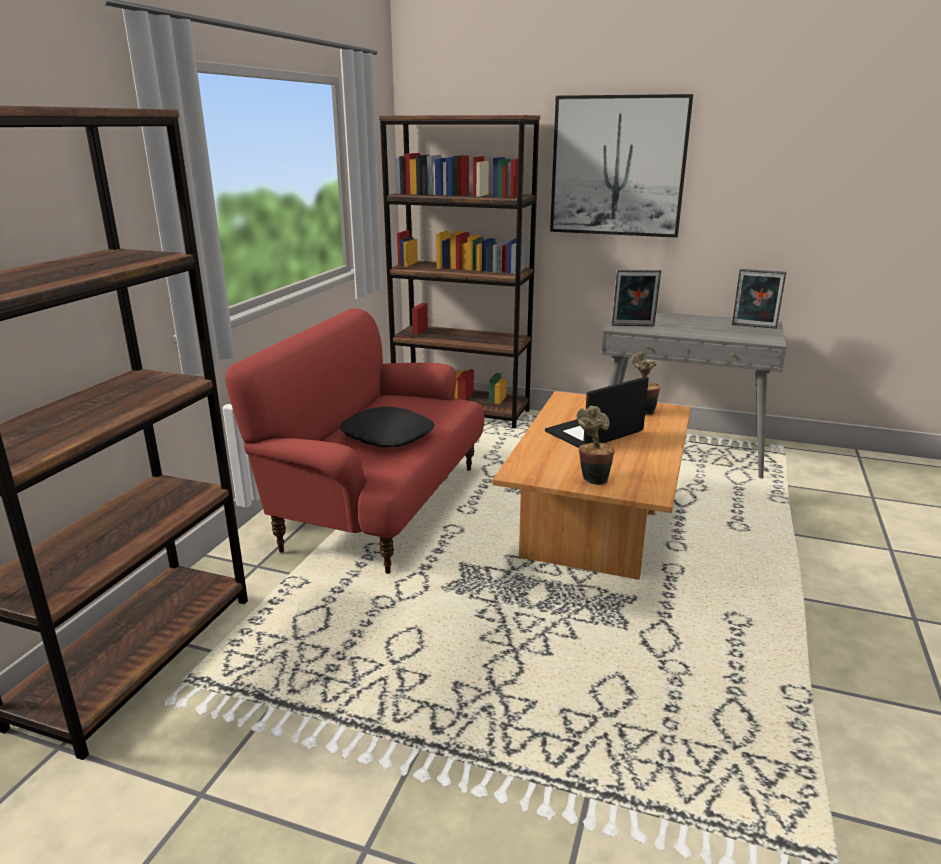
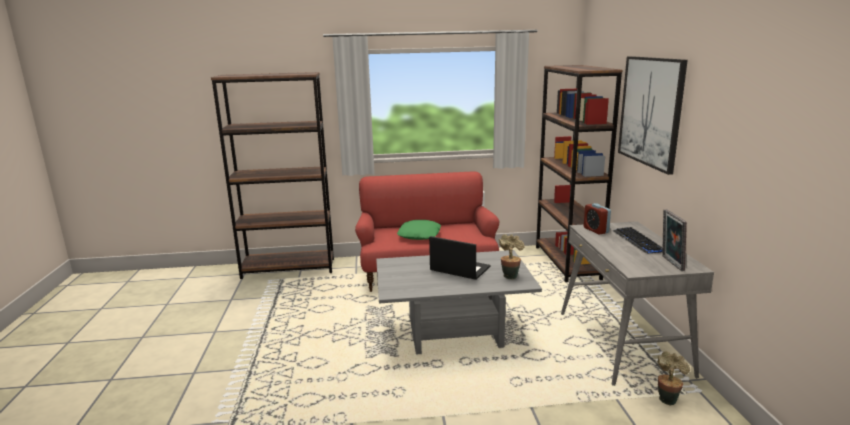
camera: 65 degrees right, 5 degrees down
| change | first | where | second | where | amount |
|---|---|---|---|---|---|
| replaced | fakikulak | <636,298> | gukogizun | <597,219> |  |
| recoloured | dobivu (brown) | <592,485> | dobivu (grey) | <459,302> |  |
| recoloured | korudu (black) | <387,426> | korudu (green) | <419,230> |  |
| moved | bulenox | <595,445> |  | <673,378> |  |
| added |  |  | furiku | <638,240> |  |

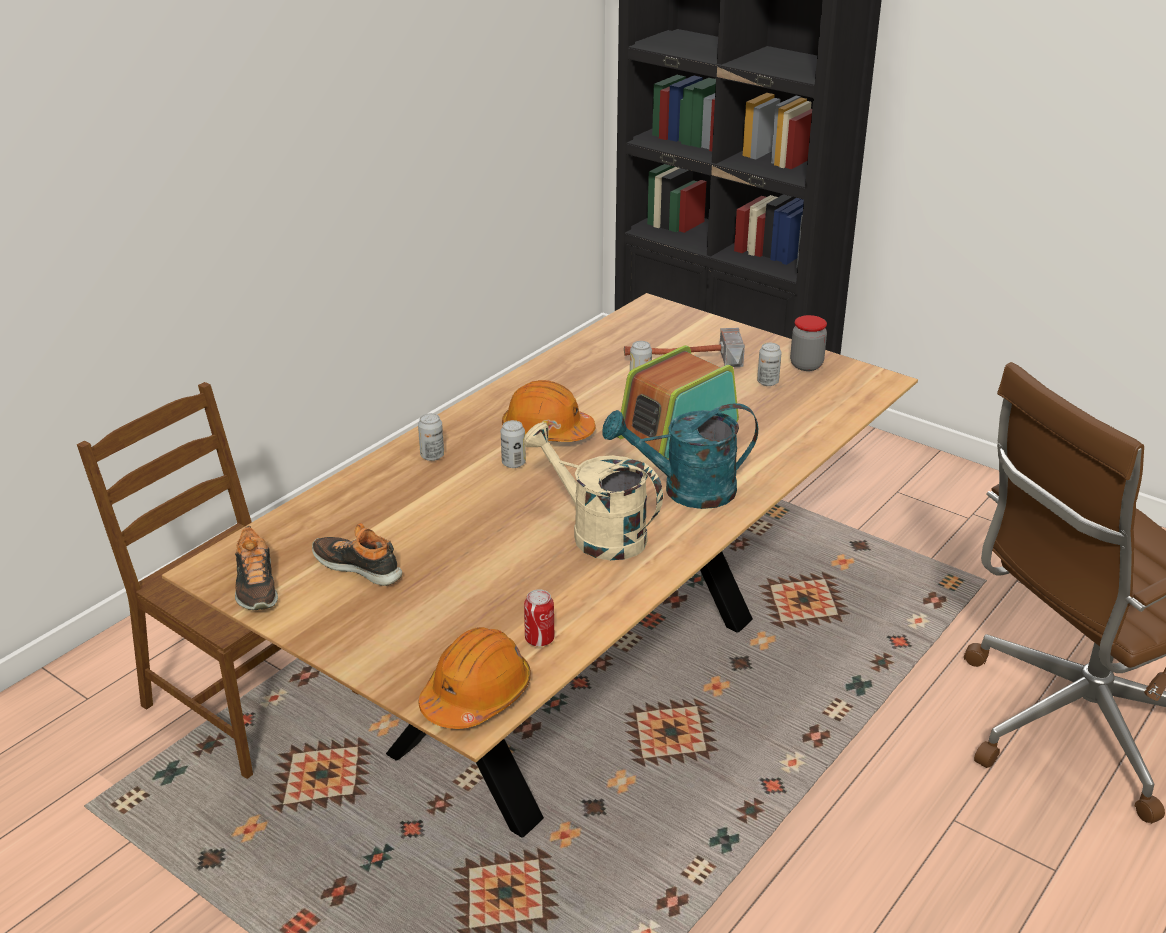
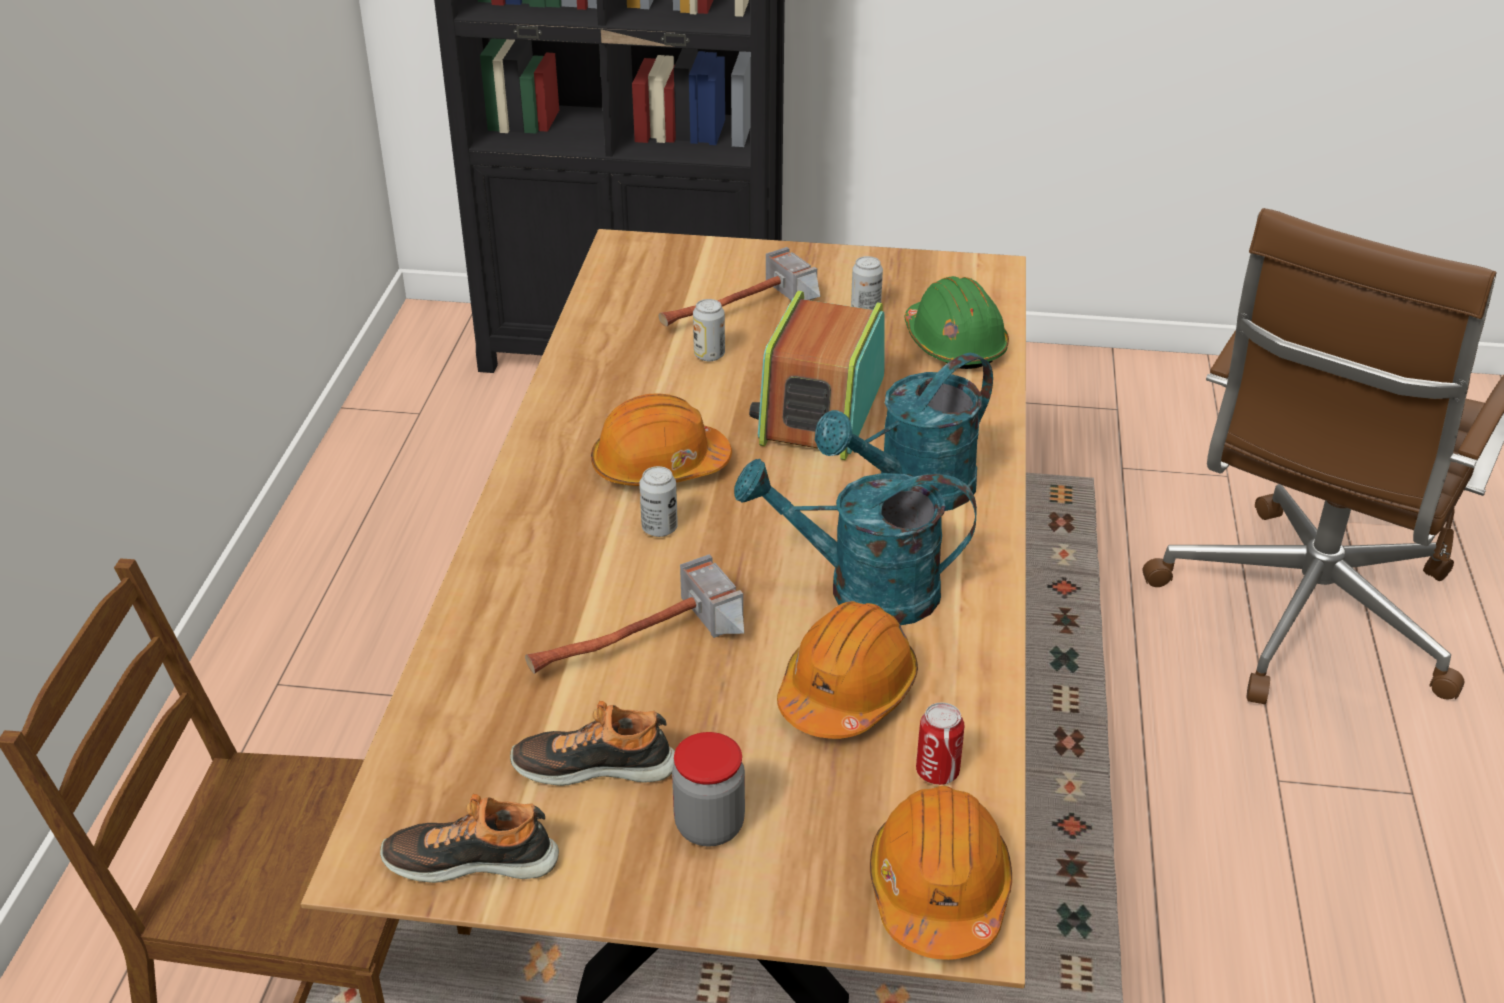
camera: 30 degrees left, 5 degrees up
| change | first | where | second | where | amount |
|---|---|---|---|---|---|
| moved | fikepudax | <808,343> |  | <708,789> |  |
| removed | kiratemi | <431,437> |  |  |  |
| recoloured | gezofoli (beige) | <593,491> | gezofoli (turquoise) | <855,542> |  |
| turned | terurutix | <256,568> |  | <469,838> | 135 degrees clockwise |
| added |  |  | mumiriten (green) | <956,322> |  |
| added |  |  | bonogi | <634,614> |  |
| added |  |  | mumiriten (orange) | <847,670> |  |

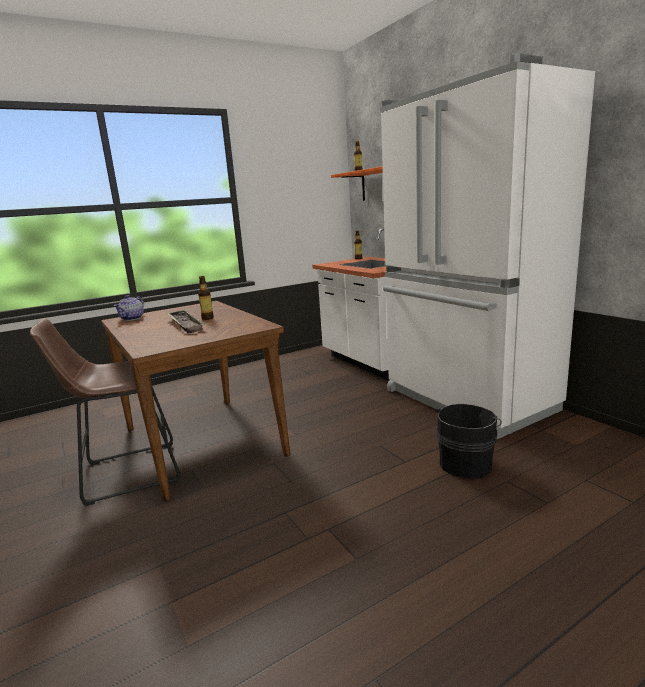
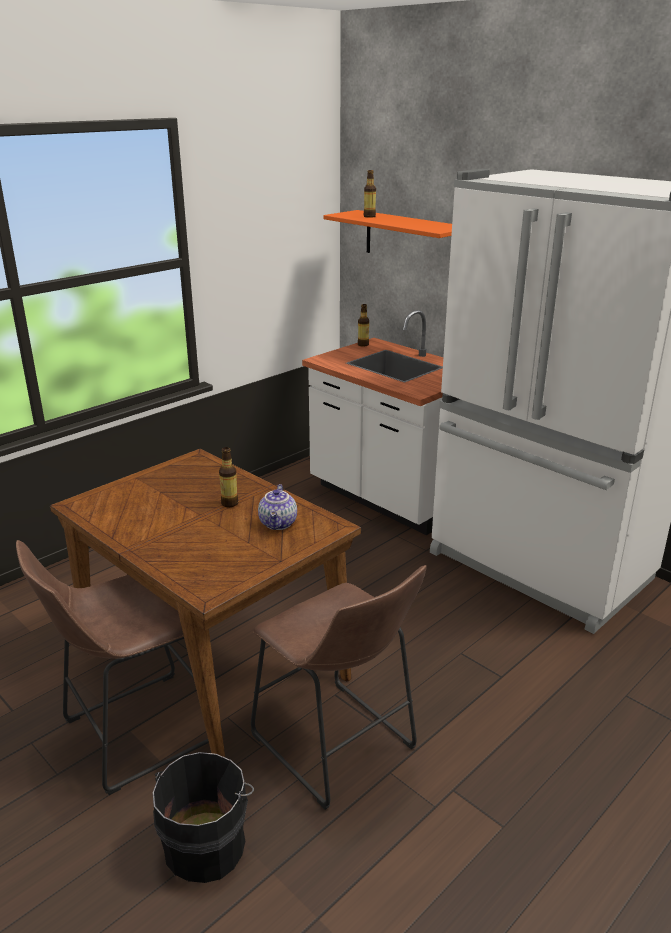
camera: 15 degrees left, 10 degrees up
| change | first | where | second | where | amount |
|---|---|---|---|---|---|
| moved | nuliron | <129,308> |  | <277,507> |  |
| removed | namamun | <185,322> |  |  |  |
| moved | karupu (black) | <469,441> |  | <203,817> |  |
| added |  |  | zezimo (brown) | <339,687> |  |

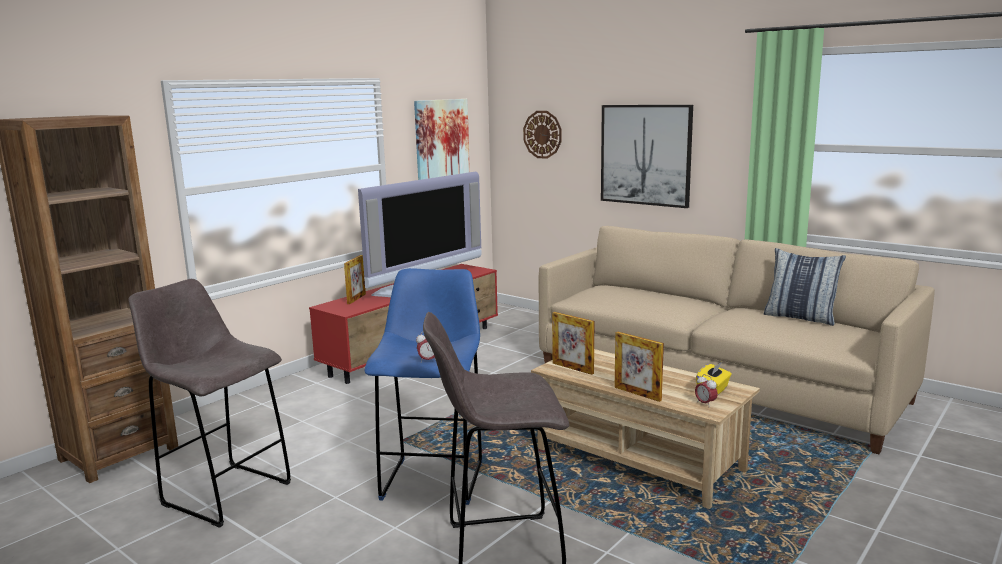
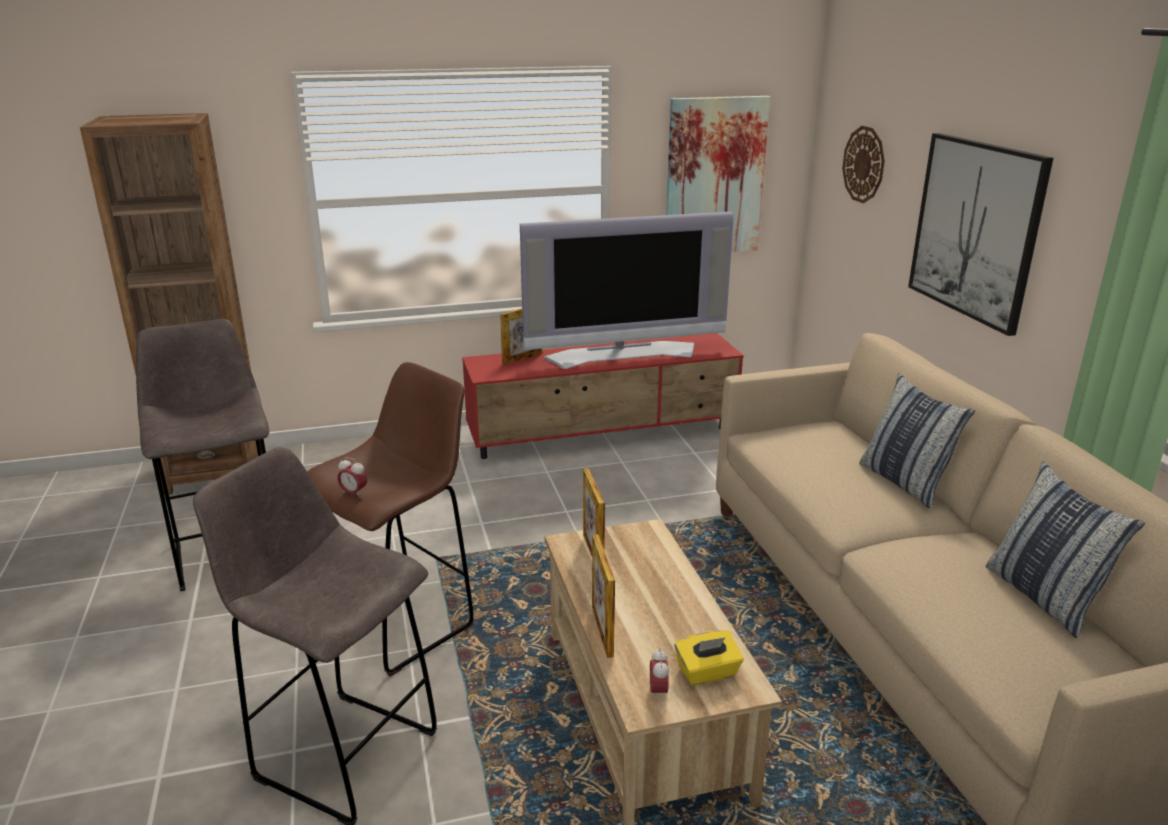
camera: 35 degrees right, 10 degrees up
| change | first | where | second | where | amount |
|---|---|---|---|---|---|
| recoloured | zezimo (blue) | <423,386> | zezimo (brown) | <390,519> |  |
| added |  |  | korudu | <917,440> |  |

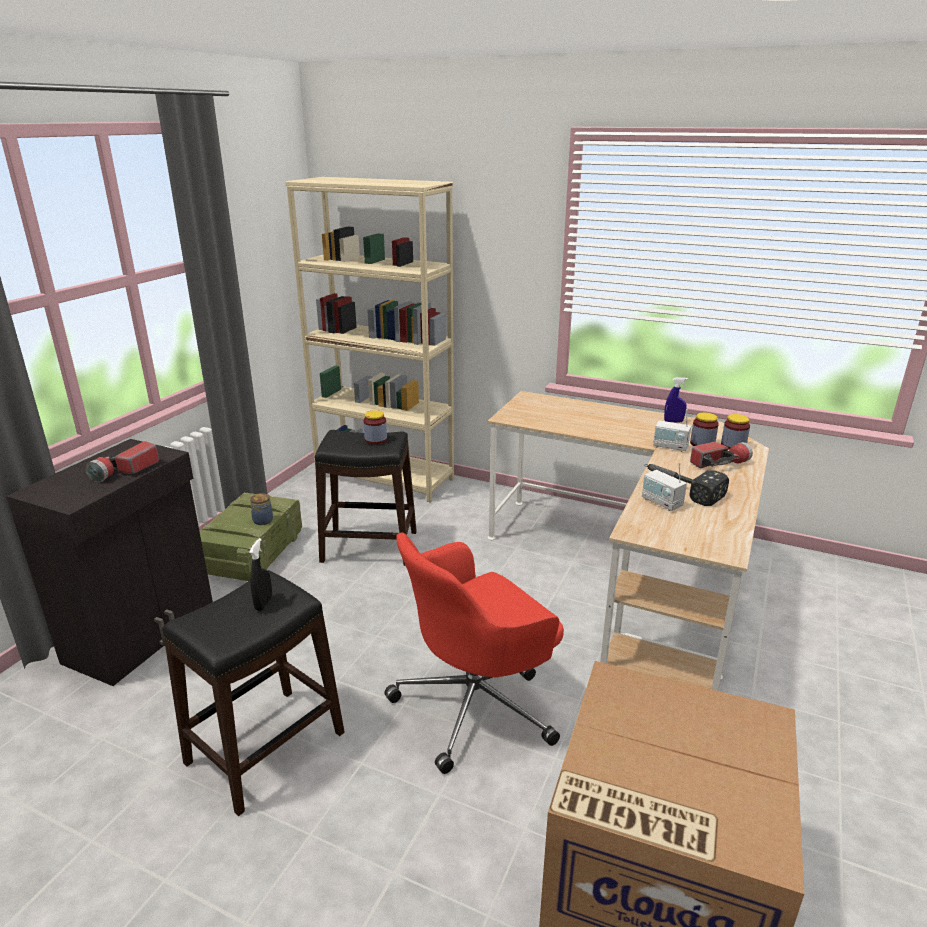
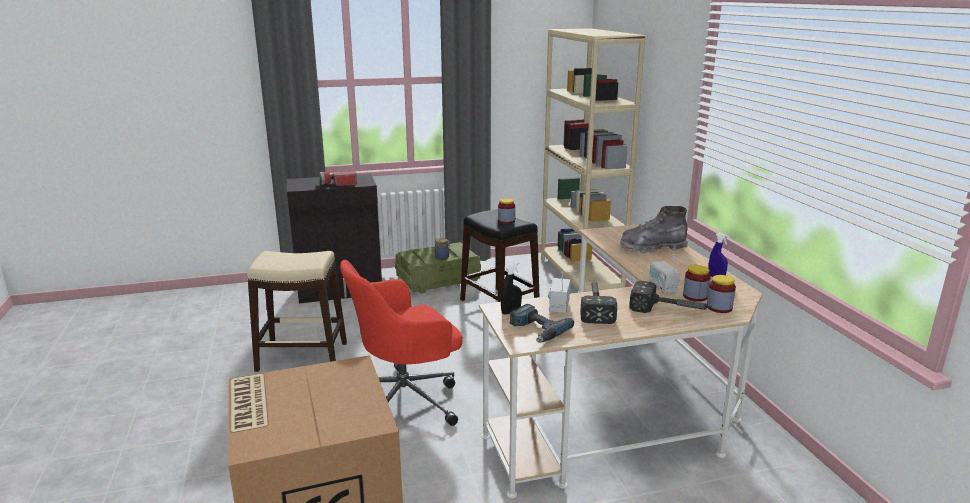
camera: 50 degrees right, 5 degrees down
| change | first | where | second | where | amount |
|---|---|---|---|---|---|
| replaced | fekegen | <721,455> | bonogi | <670,297> |  |
| turned | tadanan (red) | <474,653> |  | <401,343> | 45 degrees counterclockwise |
| moved | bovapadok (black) | <260,574> |  | <511,288> |  |
| recoloured | zezimo (black) | <253,693> | zezimo (beige) | <297,311> |  |
| added |  |  | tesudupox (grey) | <654,229> |  |
| added |  |  | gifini | <541,323> |  |

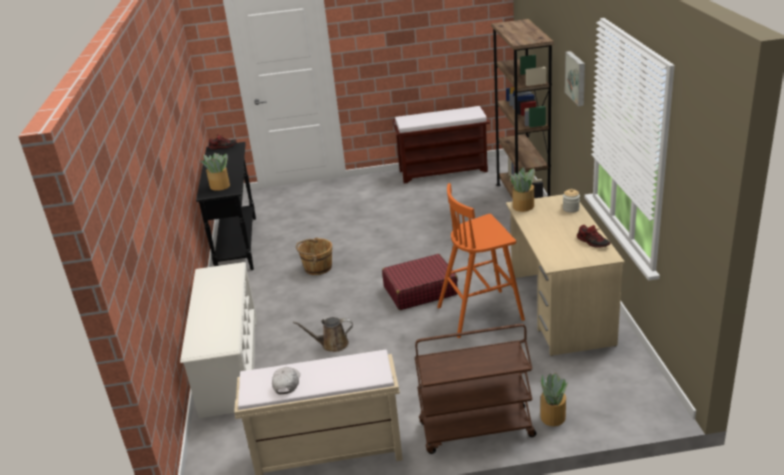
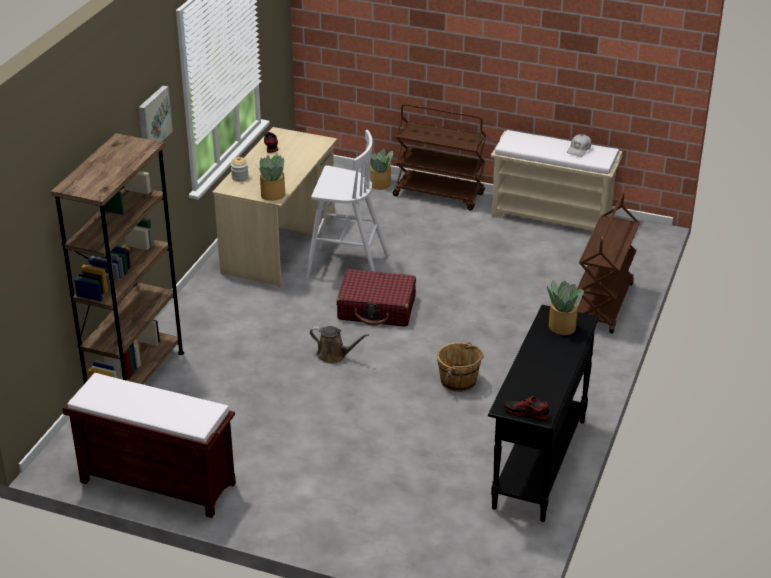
camera: 155 degrees left, 5 degrees up
| change | first | where | second | where | amount |
|---|---|---|---|---|---|
| recoloured | zezimo (orange) | <481,260> | zezimo (white) | <347,204> |  |
| replaced | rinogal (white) | <218,340> | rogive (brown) | <608,263> |  |
| moved | gezofoli (brown) | <323,334> |  | <339,345> |  |

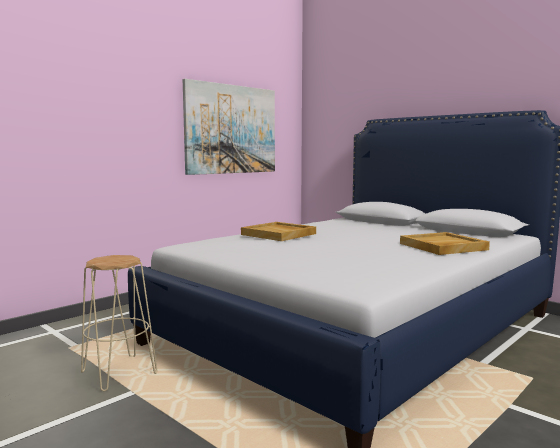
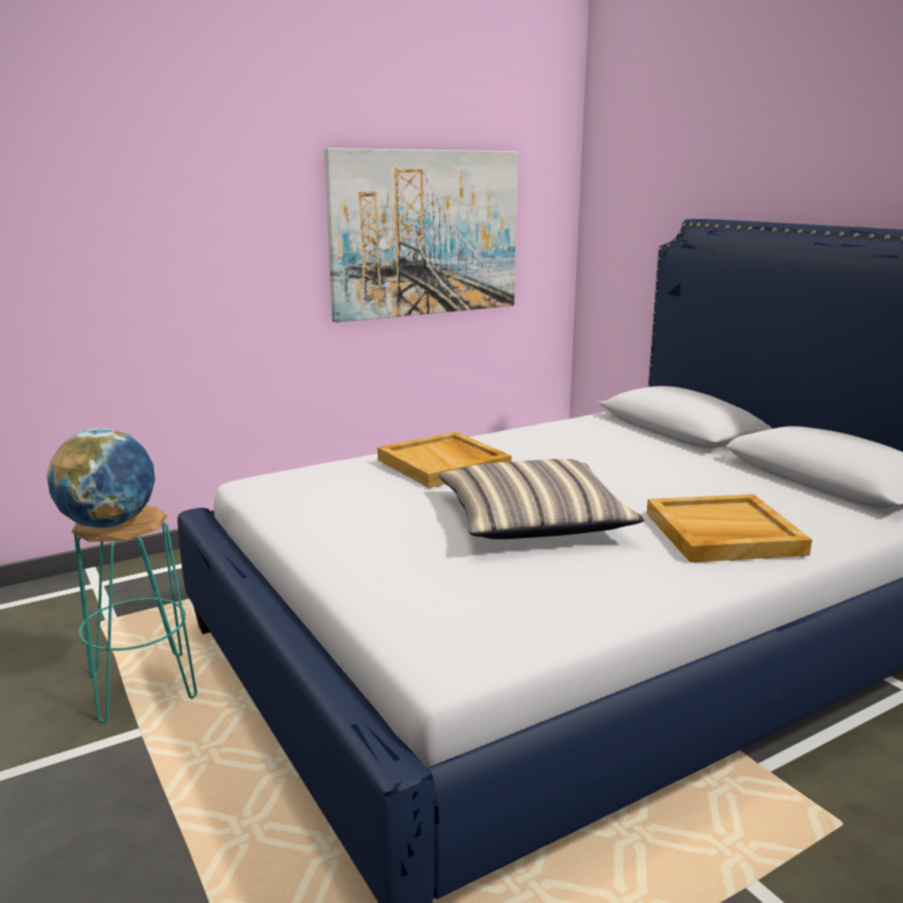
camera: 15 degrees right, 10 degrees up
| change | first | where | second | where | amount |
|---|---|---|---|---|---|
| recoloured | zezimo (beige) | <119,323> | zezimo (turquoise) | <134,614> |  |
| added |  |  | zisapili | <101,478> |  |
| added |  |  | korudu | <542,499> |  |

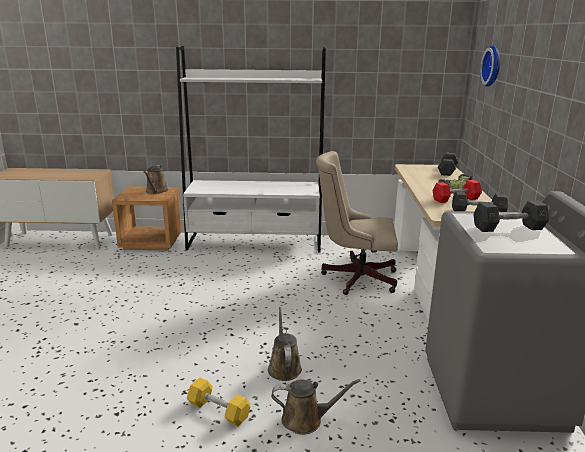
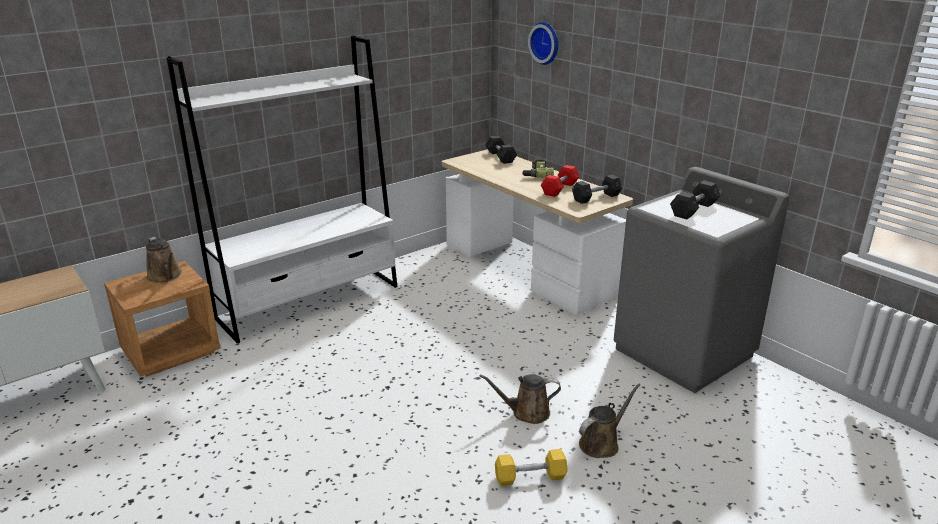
camera: 40 degrees left, 5 degrees up
| change | first | where | second | where | amount |
|---|---|---|---|---|---|
| removed | tadanan (beige) | <357,223> |  |  |  |
| turned | gezofoli (brown) | <285,344> |  | <520,399> | 45 degrees counterclockwise |

